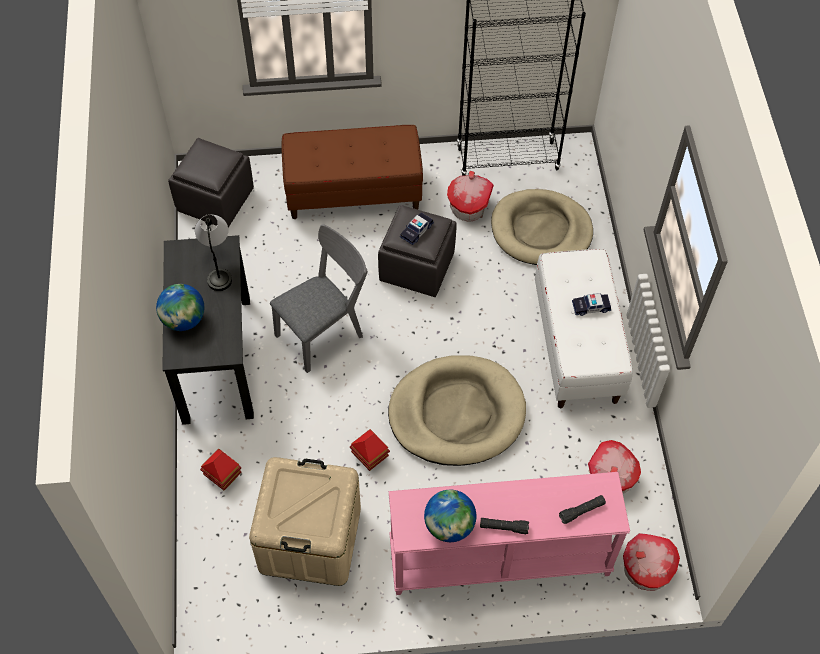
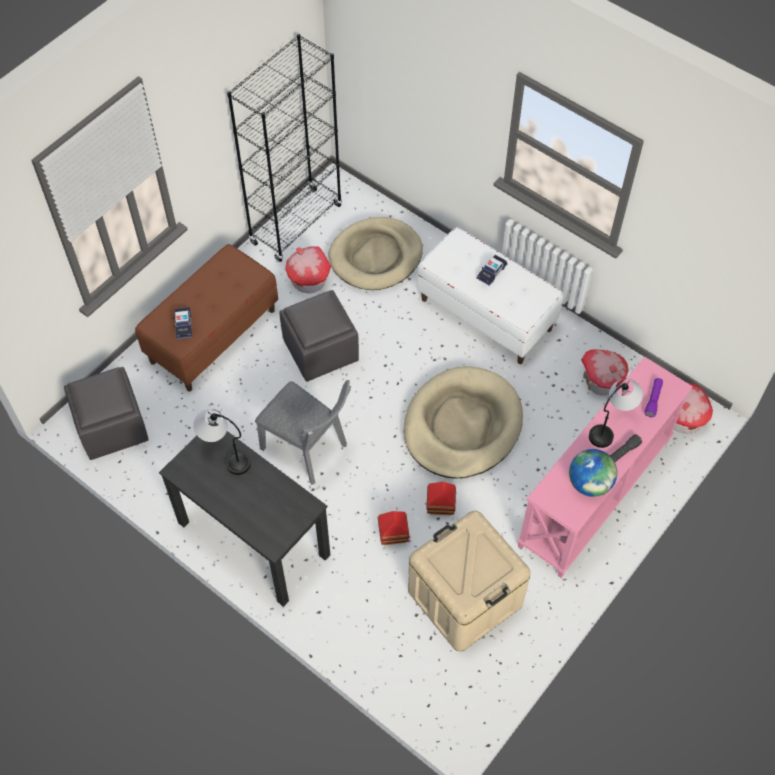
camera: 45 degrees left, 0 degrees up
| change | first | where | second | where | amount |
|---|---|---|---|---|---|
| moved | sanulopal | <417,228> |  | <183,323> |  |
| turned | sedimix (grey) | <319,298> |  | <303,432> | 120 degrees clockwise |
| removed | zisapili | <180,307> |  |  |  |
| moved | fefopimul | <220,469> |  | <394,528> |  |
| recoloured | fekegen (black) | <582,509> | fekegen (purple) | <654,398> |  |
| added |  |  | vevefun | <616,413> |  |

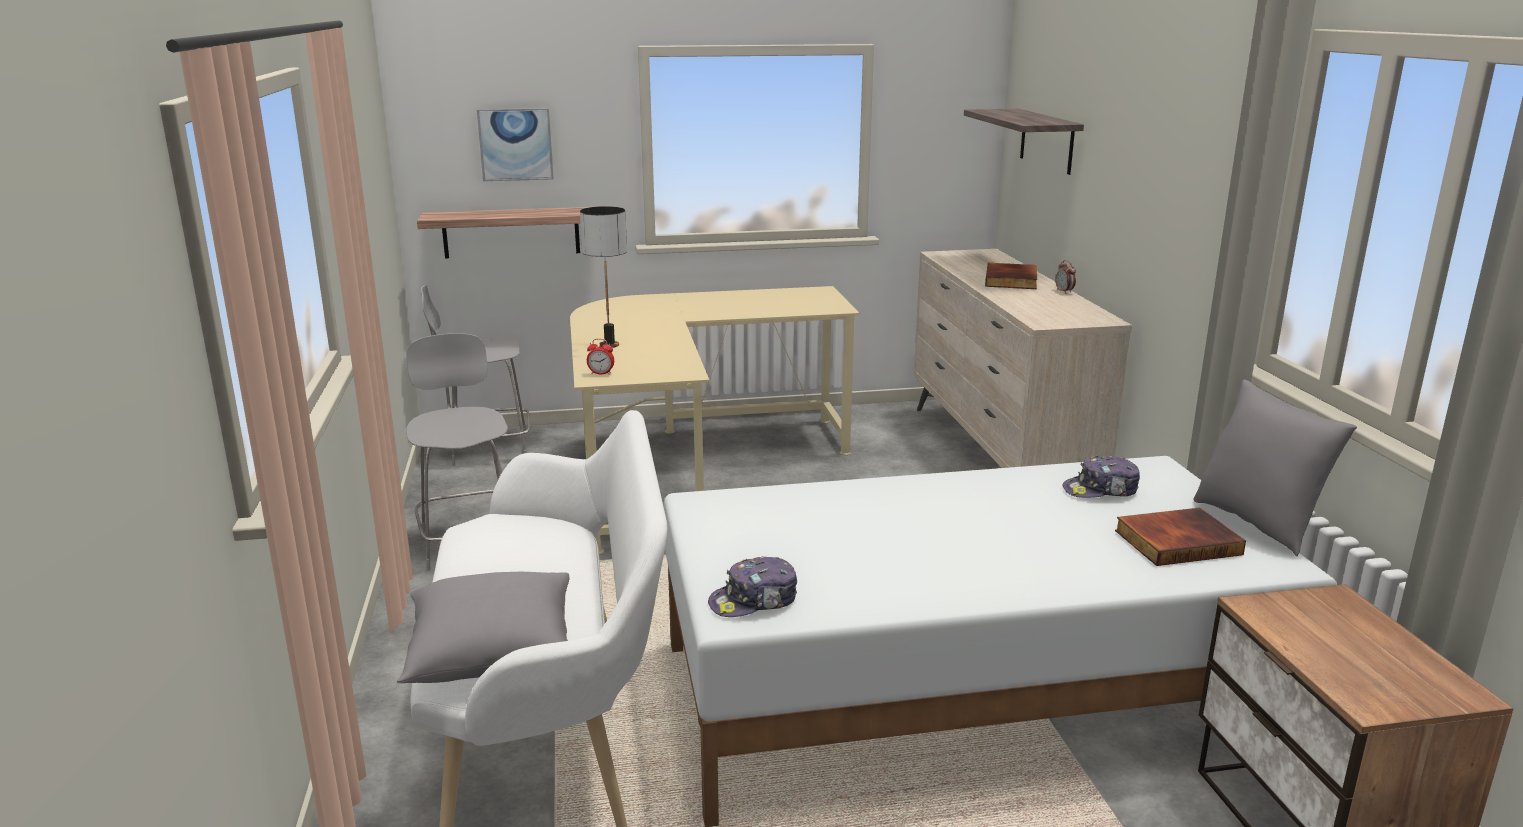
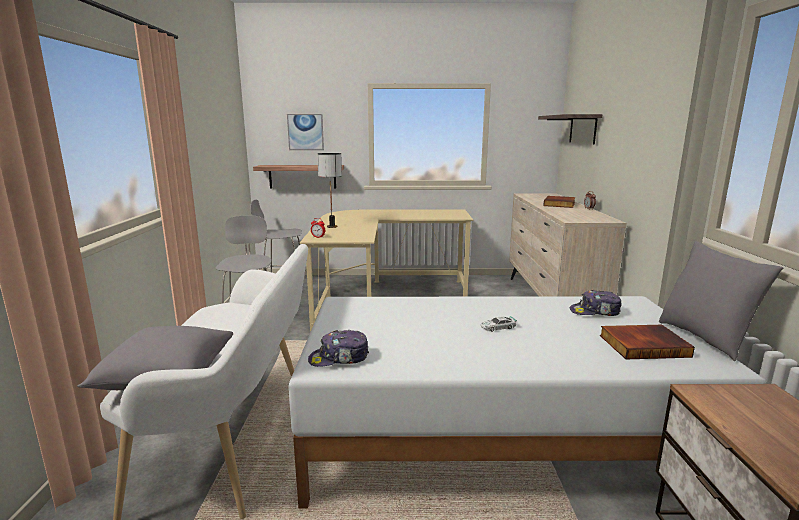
camera: 10 degrees right, 5 degrees down
| change | first | where | second | where | amount |
|---|---|---|---|---|---|
| added |  |  | sanulopal | <499,324> |  |

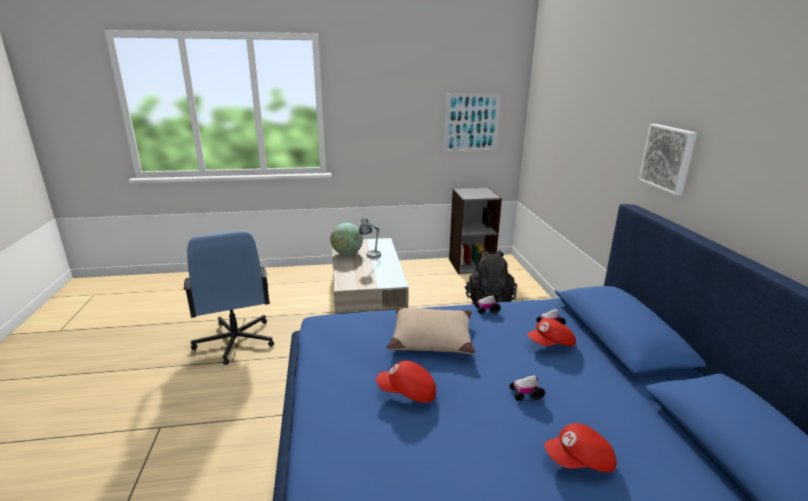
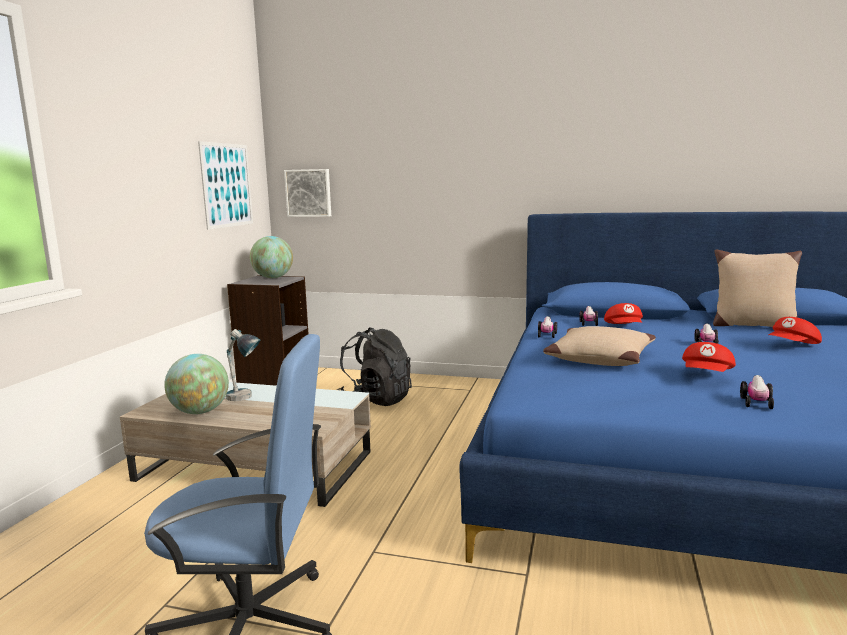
camera: 65 degrees left, 10 degrees down
| change | first | where | second | where | amount |
|---|---|---|---|---|---|
| moved | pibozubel | <667,159> |  | <307,193> |  |
| turned | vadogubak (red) | <581,447> |  | <795,330> | 45 degrees clockwise |
| added |  |  | zisapili | <271,257> |  |
| added |  |  | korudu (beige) | <757,288> |  |
| added |  |  | sanulopal | <757,392> |  |

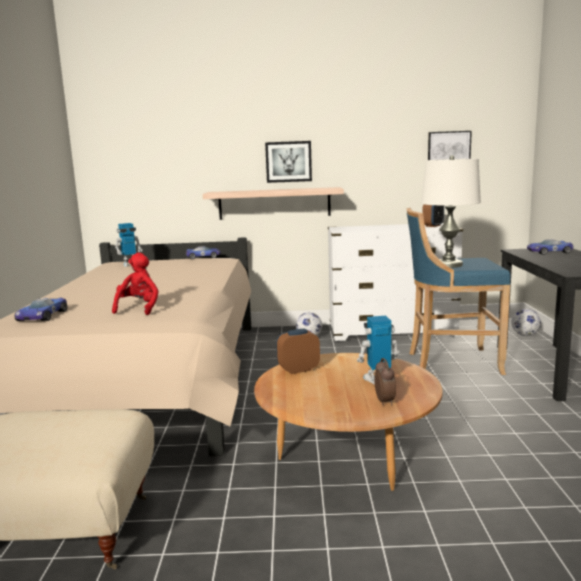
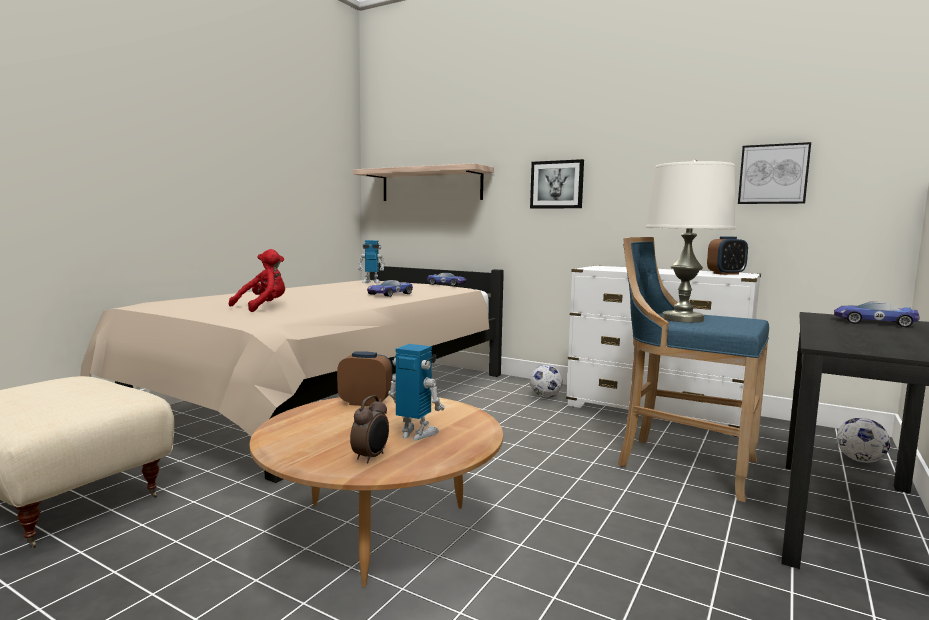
camera: 30 degrees right, 5 degrees down
| change | first | where | second | where | amount |
|---|---|---|---|---|---|
| moved | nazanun | <273,203> |  | <423,182> |  |
| moved | sanulopal | <40,309> |  | <390,288> |  |

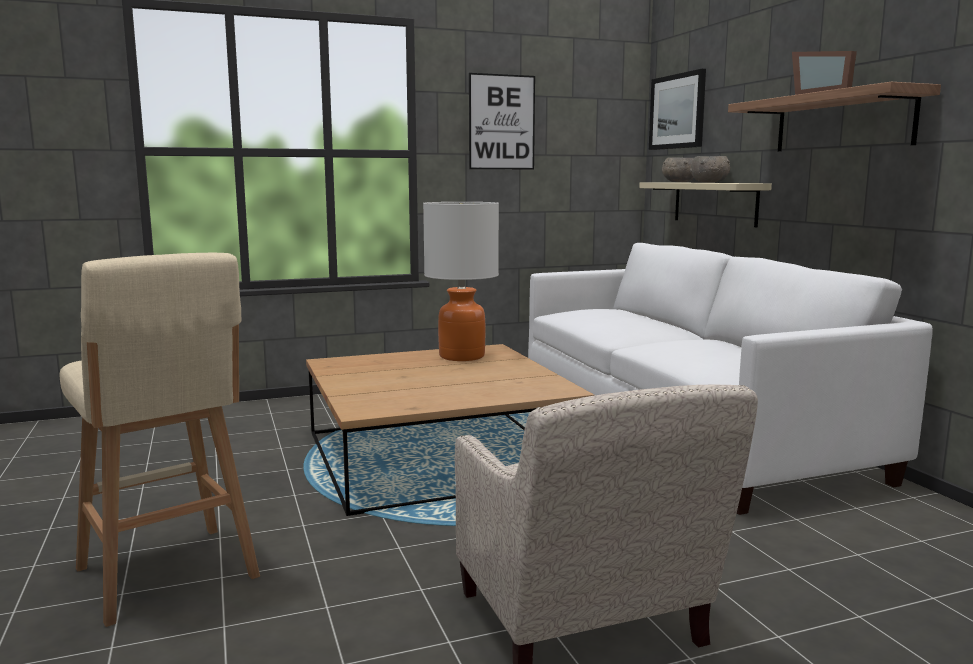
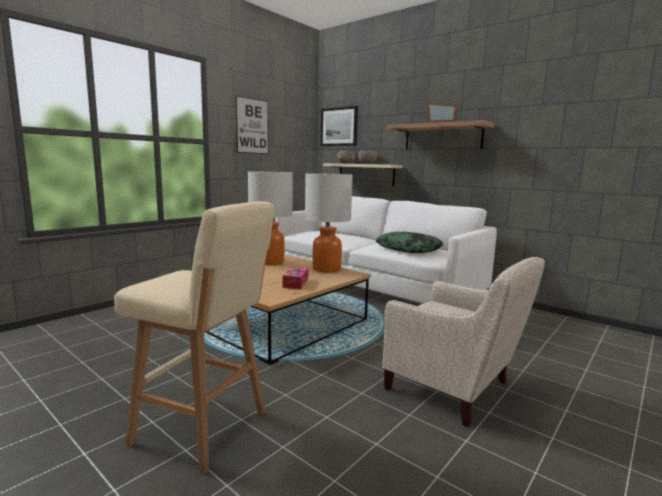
camera: 30 degrees left, 0 degrees up
| change | first | where | second | where | amount |
|---|---|---|---|---|---|
| added |  |  | vevefun | <329,223> |  |
| added |  |  | korudu | <409,242> |  |
| added |  |  | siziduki | <295,278> |  |

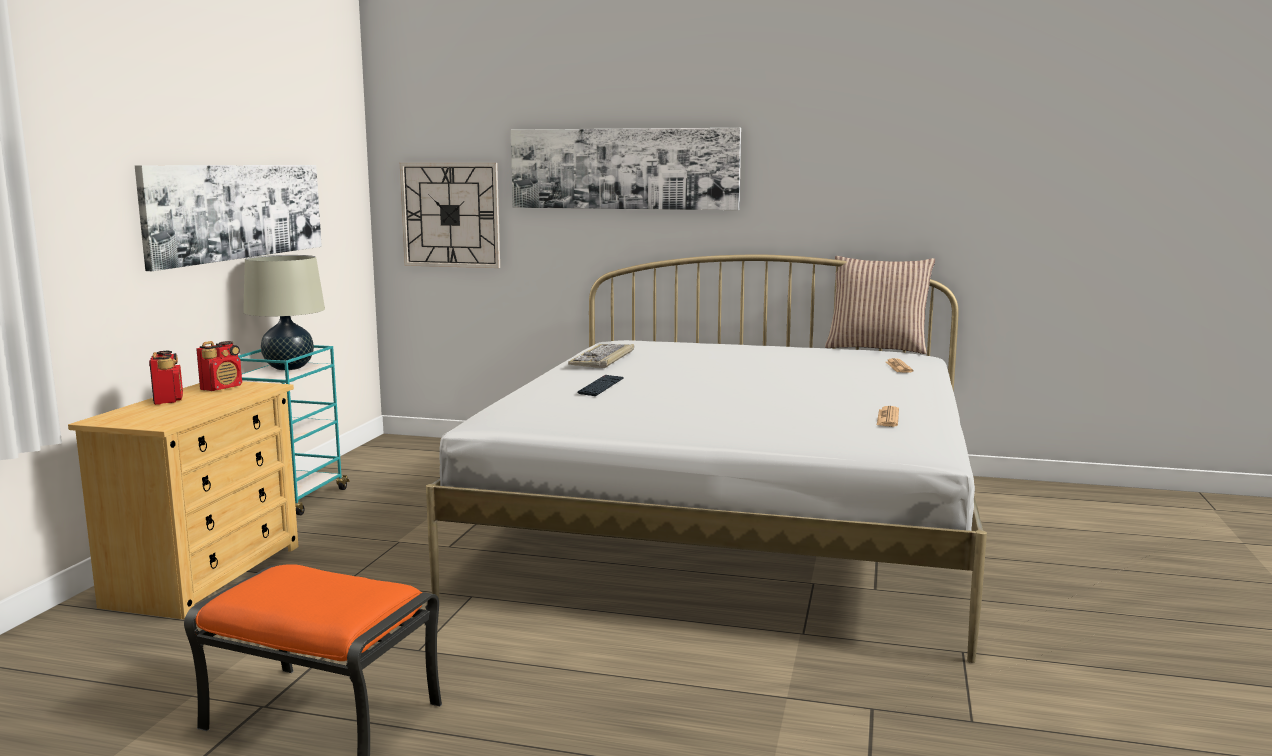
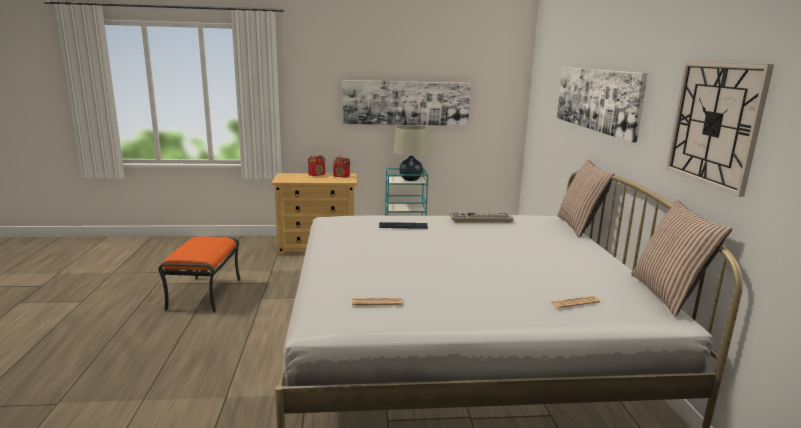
camera: 70 degrees right, 5 degrees up
| change | first | where | second | where | amount |
|---|---|---|---|---|---|
| moved | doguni | <450,215> |  | <720,129> |  |
| added |  |  | korudu | <586,198> |  |

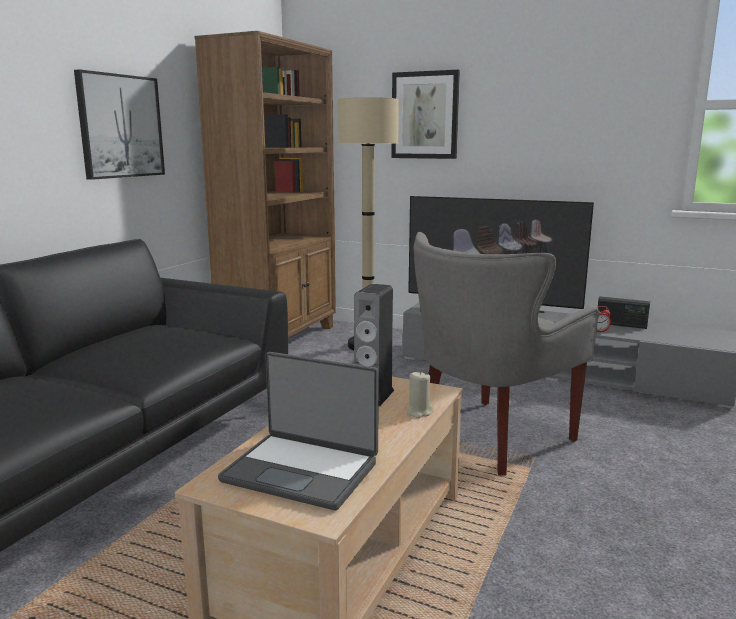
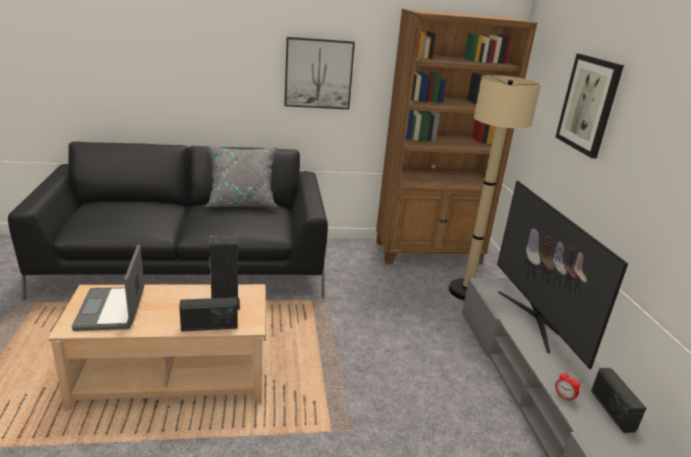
camera: 55 degrees right, 10 degrees up
| change | first | where | second | where | amount |
|---|---|---|---|---|---|
| removed | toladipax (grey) | <506,354> |  |  |  |
| replaced | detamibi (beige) | <420,394> | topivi | <208,314> |  |
| added |  |  | korudu (grey) | <241,176> |  |

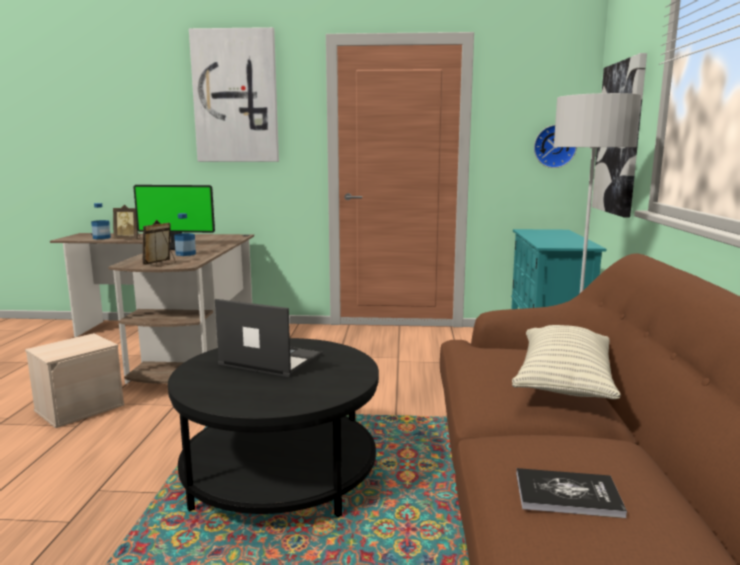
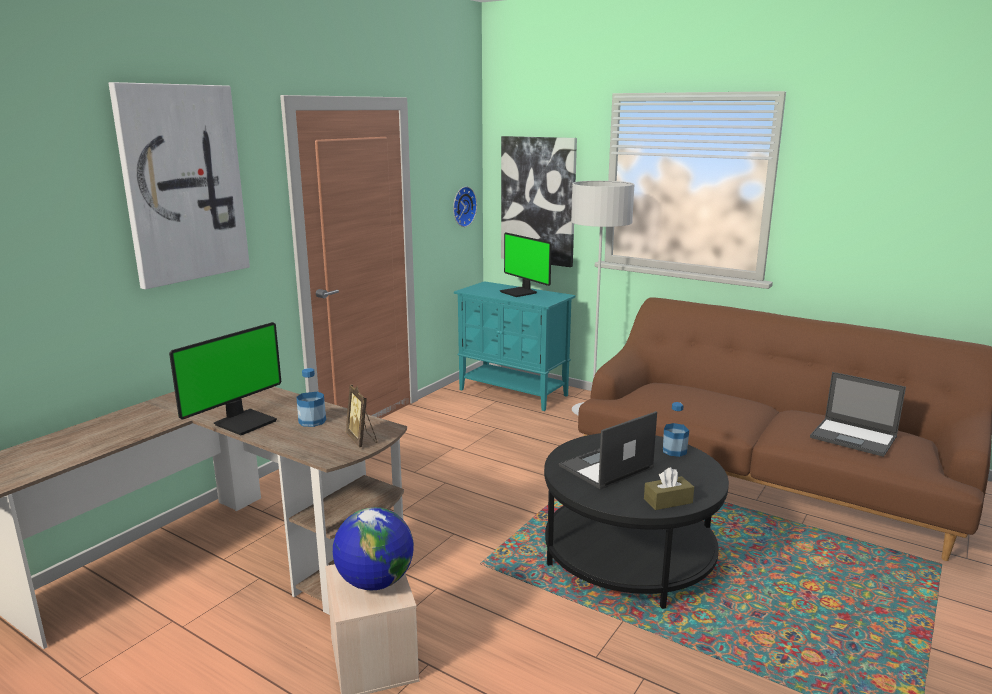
camera: 60 degrees left, 5 degrees up
| change | first | where | second | where | amount |
|---|---|---|---|---|---|
| moved | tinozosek | <101,221> |  | <676,429> |  |
| removed | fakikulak | <126,222> |  |  |  |
| removed | korudu | <566,362> |  |  |  |
| replaced | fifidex | <571,493> | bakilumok | <858,414> |  |
| added |  |  | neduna | <526,265> |  |
| added |  |  | siziduki (brown) | <669,488> |  |
| added |  |  | zisapili | <373,548> |  |

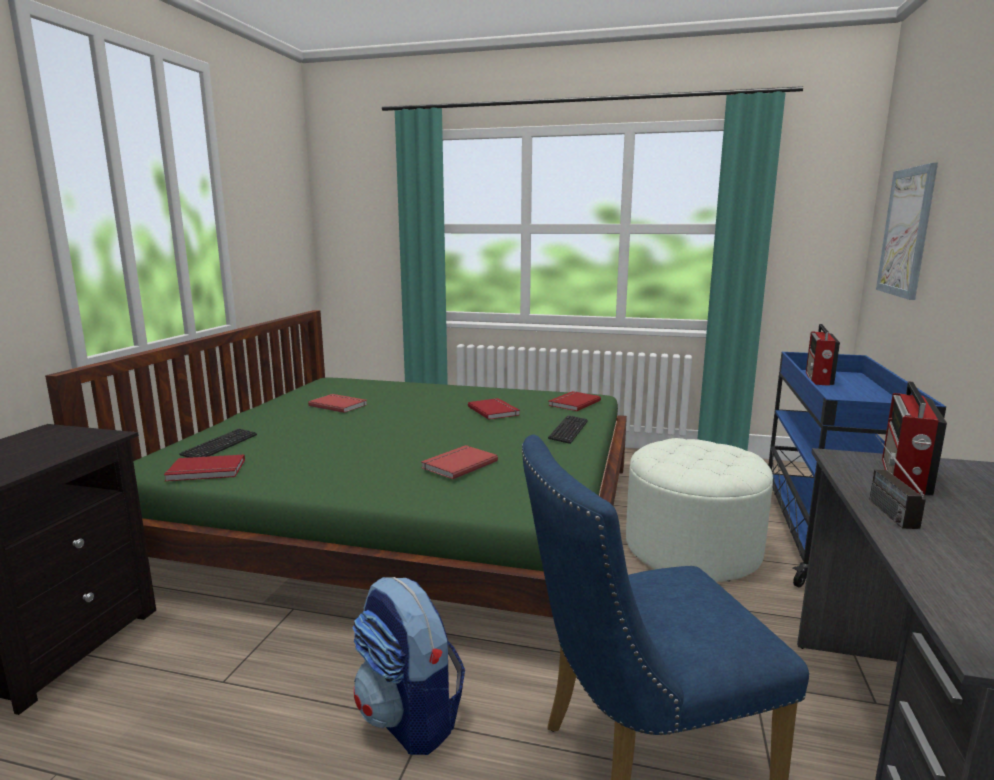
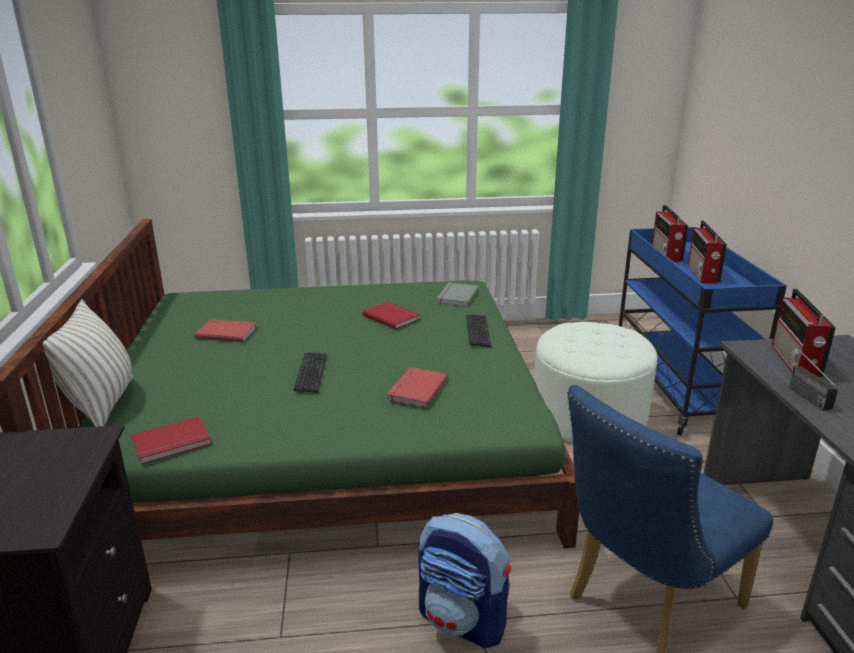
camera: 20 degrees left, 10 degrees up
| change | first | where | second | where | amount |
|---|---|---|---|---|---|
| removed | pibozubel | <907,231> |  |  |  |
| recoloured | fifidex (red) | <574,401> | fifidex (grey) | <457,294> |  |
| moved | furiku | <218,443> |  | <310,372> |  |
| added |  |  | topivi | <707,252> |  |
| added |  |  | korudu | <87,363> |  |

